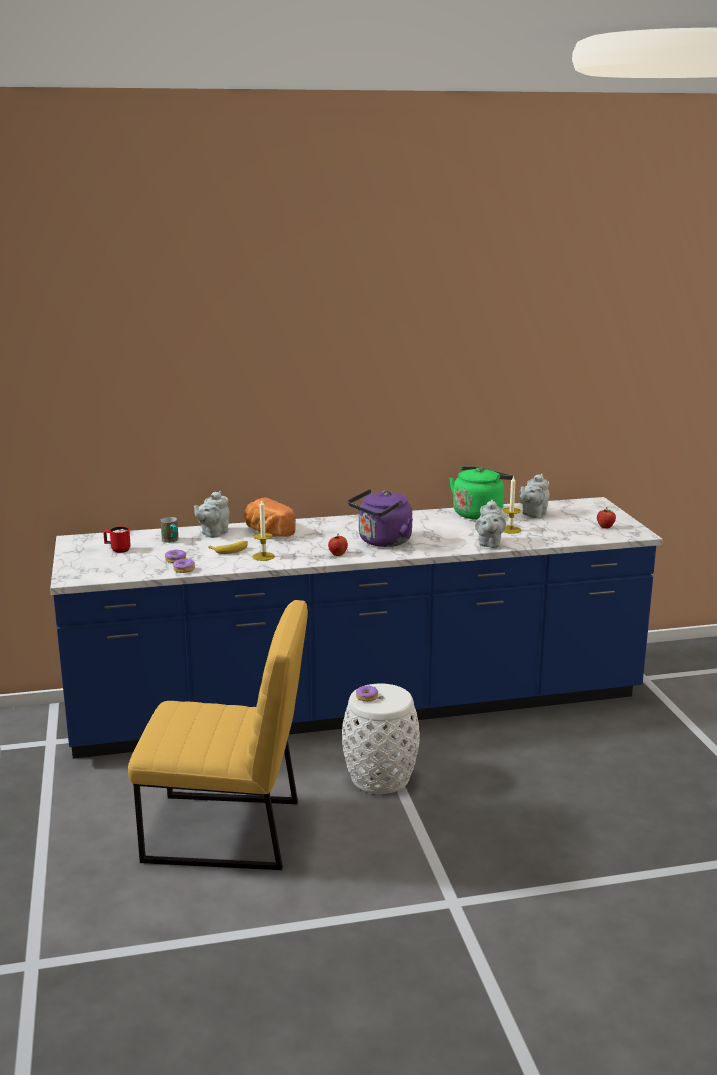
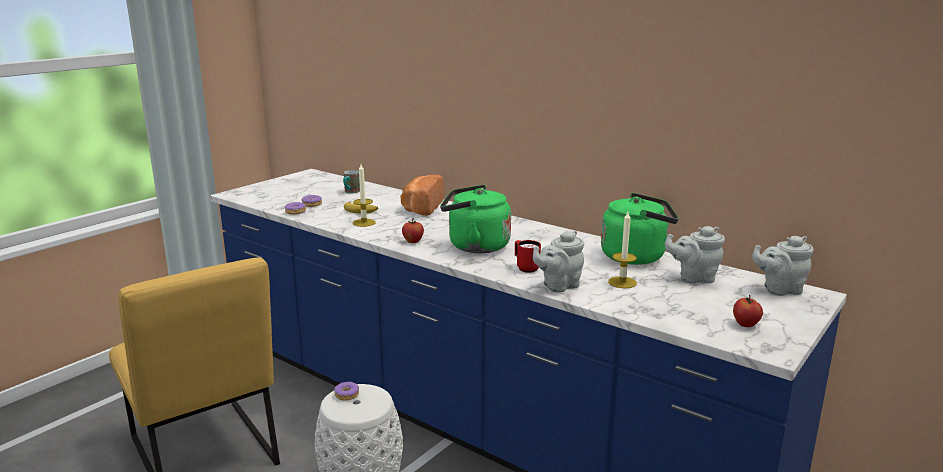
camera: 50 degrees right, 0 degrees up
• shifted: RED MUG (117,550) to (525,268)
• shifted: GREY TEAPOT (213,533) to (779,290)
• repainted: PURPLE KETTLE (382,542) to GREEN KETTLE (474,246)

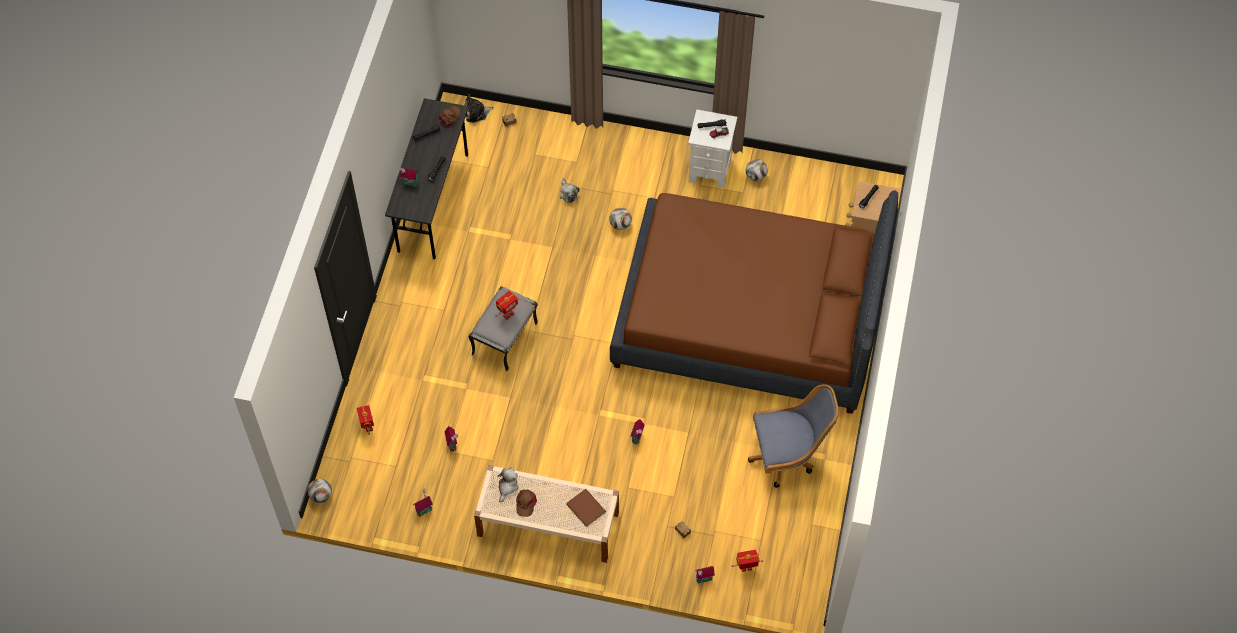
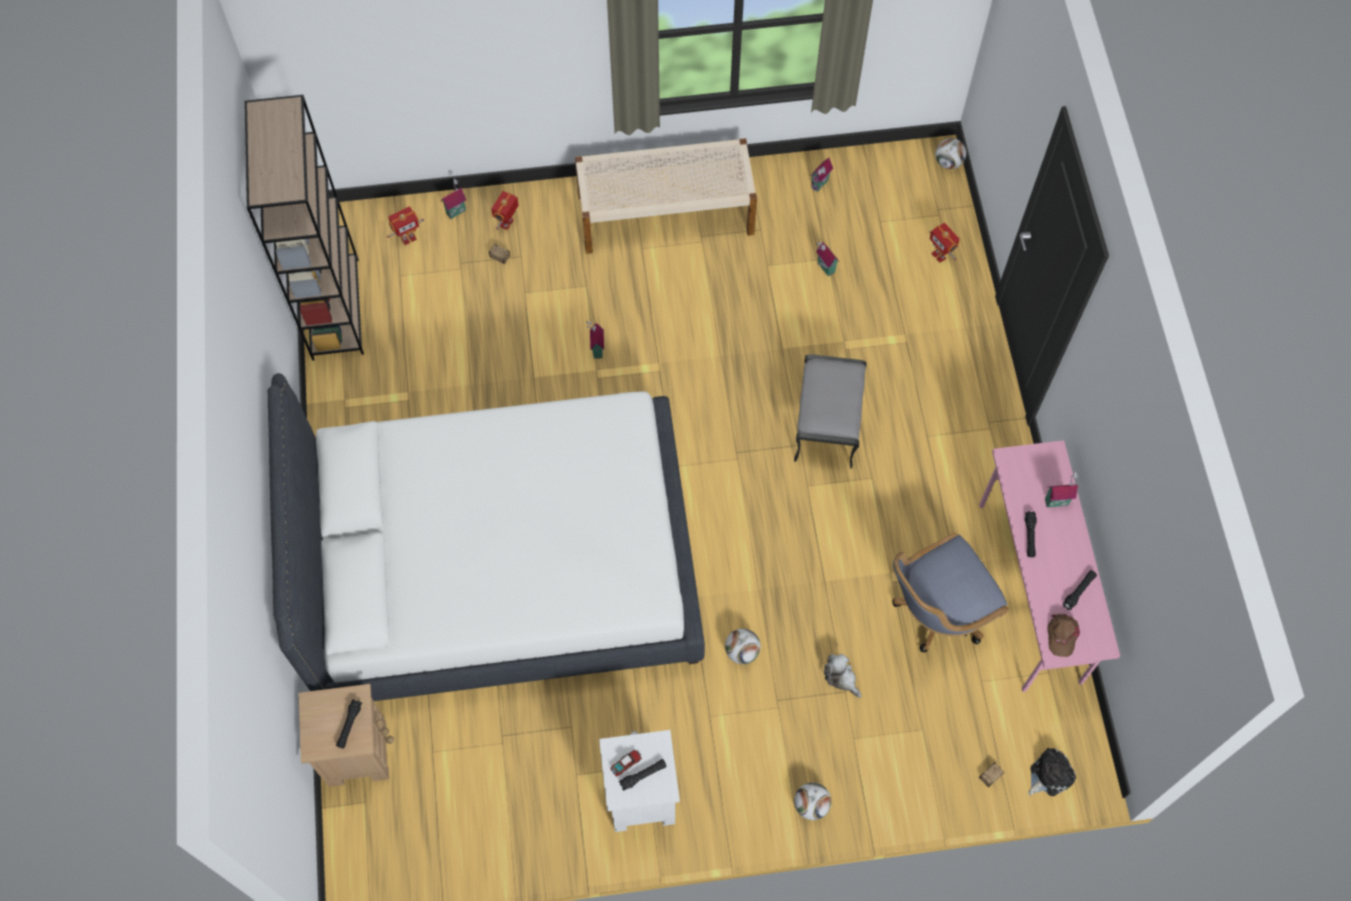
camera: 160 degrees right, 5 degrees up
• gone: PLUSH TOY (507,486)
• gone: BROWN CAP (525,503)
• gone: BROWN BOOK (586,507)
• new: BEIGE BOOKCASE (335,308)
• shifted: TOY ROBOT (508,314) to (507,223)
• shifted: FOOTBALL (756,176) to (811,805)
• shifted: BLUE OFFICE CHAIR (787,457) to (933,615)
• repainted: GREY DESK (433,202) to PINK DESK (1030,593)
• repainted: BROWN BED (749,318) to WHITE BED (502,565)

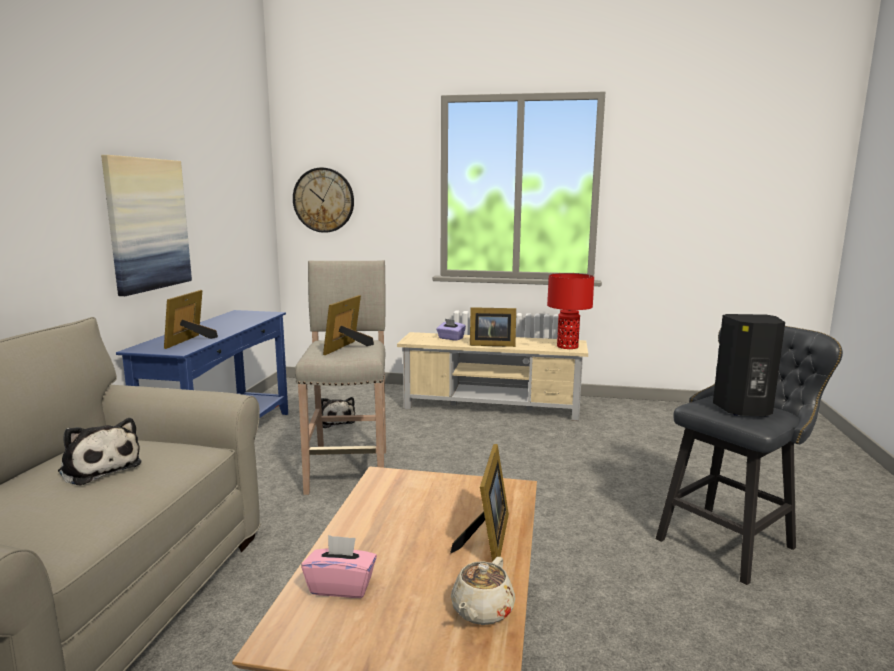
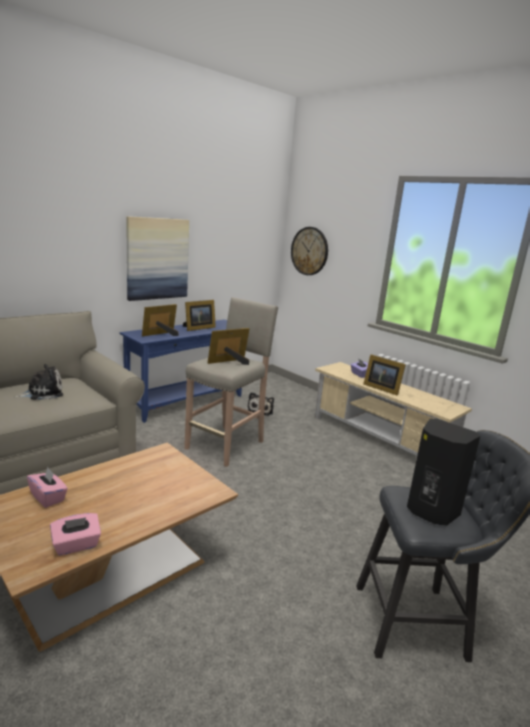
camera: 35 degrees right, 5 degrees up
• gone: RED TABLE LAMP (568,346)
• shifted: PICTURE FRAME (488,540) to (198,328)
• swapped: BEIGE TEAPOT (481,611) to PINK TISSUE BOX (76,545)
• rotated: PLUSH TOY (99,468) = (42,393) 105 degrees counterclockwise

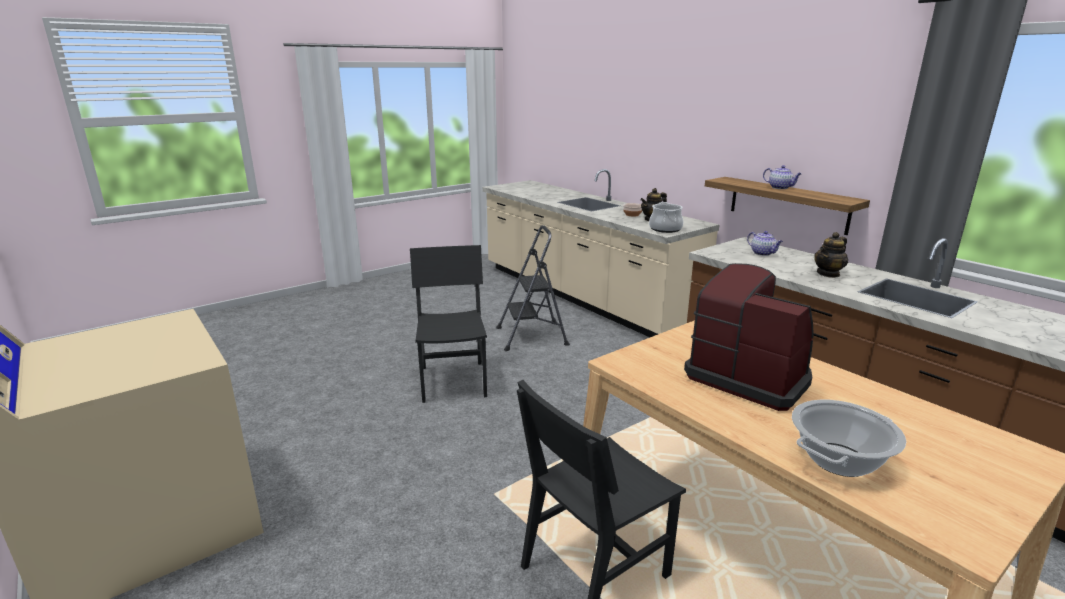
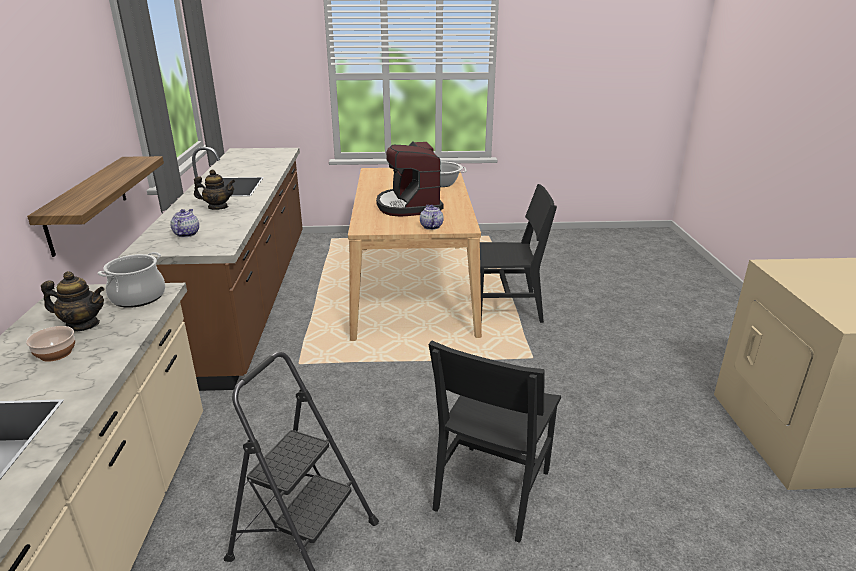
camera: 145 degrees left, 5 degrees up
• shifted: TEAPOT (780,188) to (431,226)

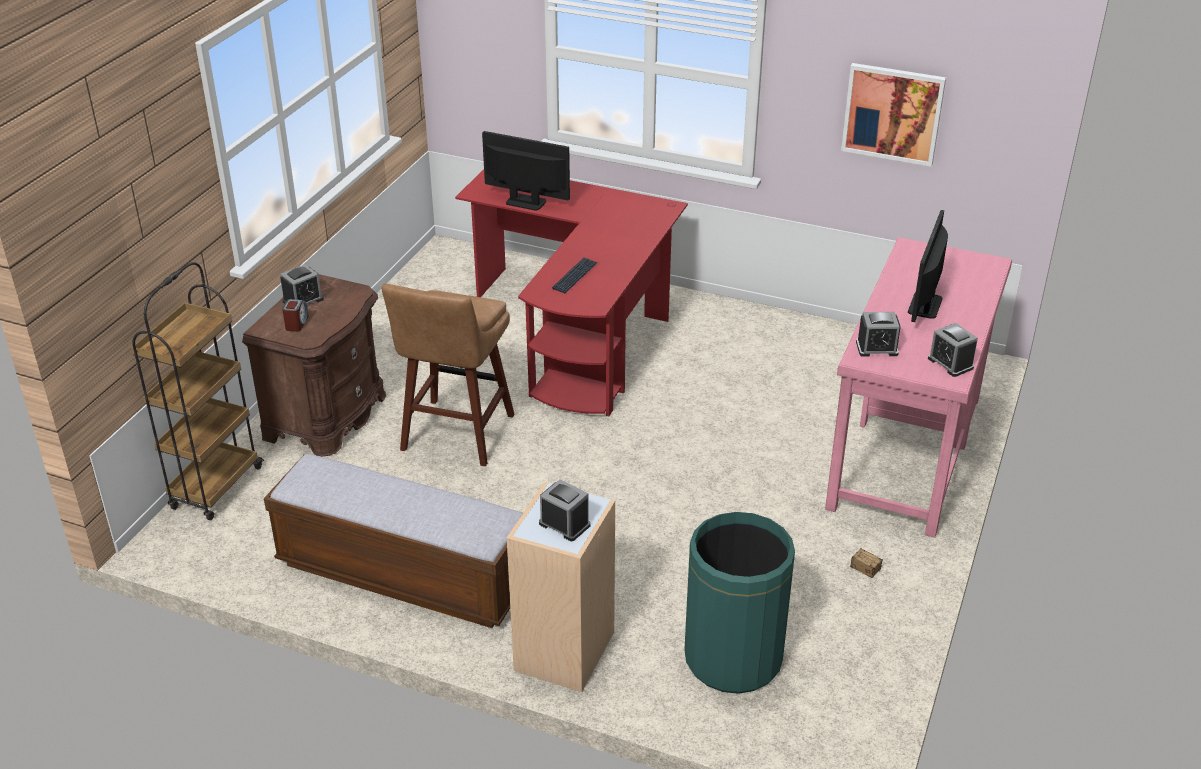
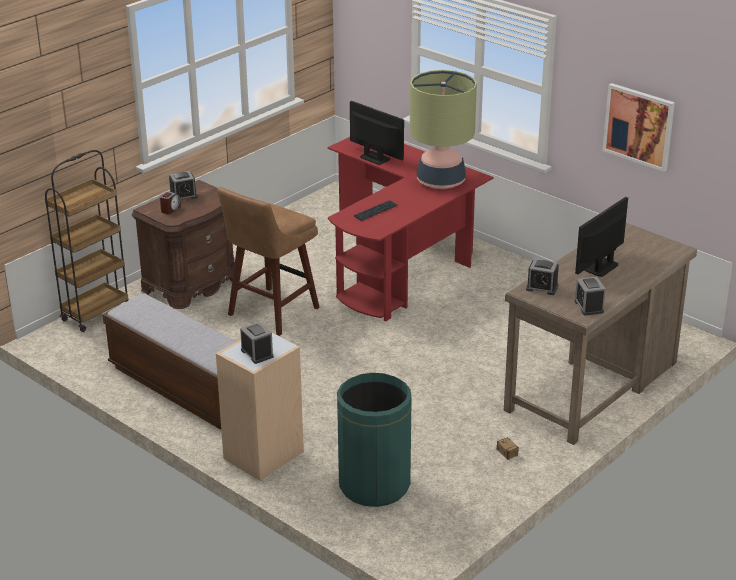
camera: 20 degrees right, 5 degrees down
• new: TABLE LAMP (441,181)
• repainted: PINK DESK (907,452) to BROWN DESK (592,387)

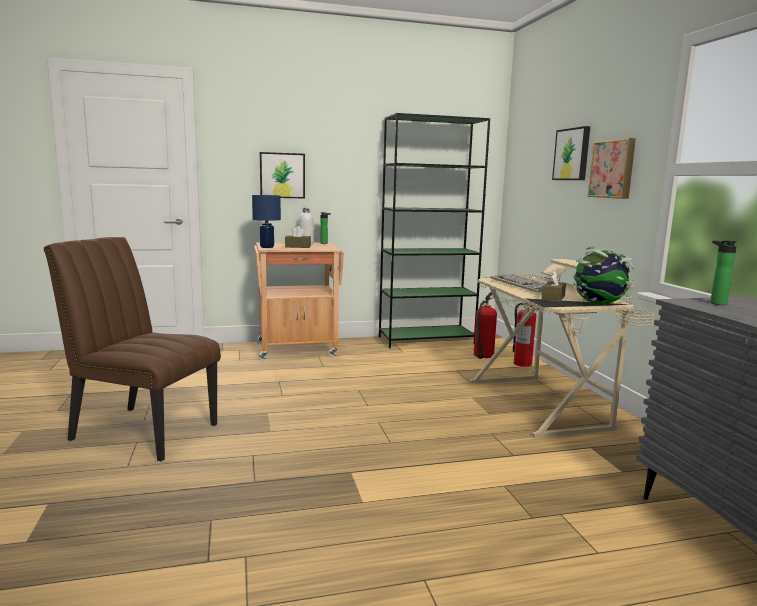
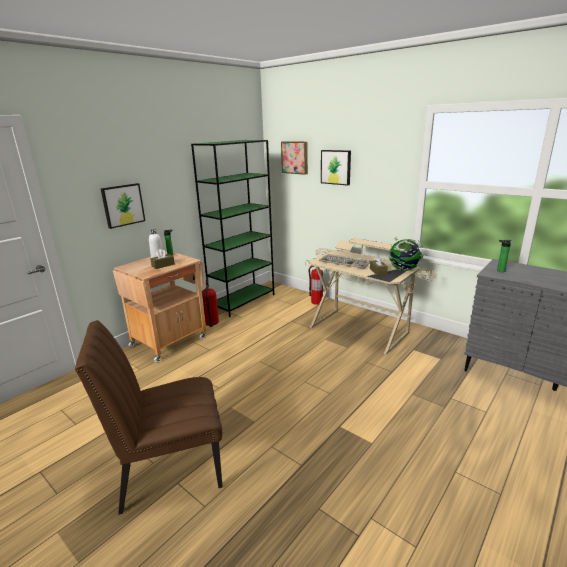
camera: 35 degrees left, 10 degrees up
• gone: BLUE TABLE LAMP (266,247)
• shifted: FIRE EXTINGUISHER (483,355) to (211,322)
• shifted: PICTURE (613,169) to (295,157)

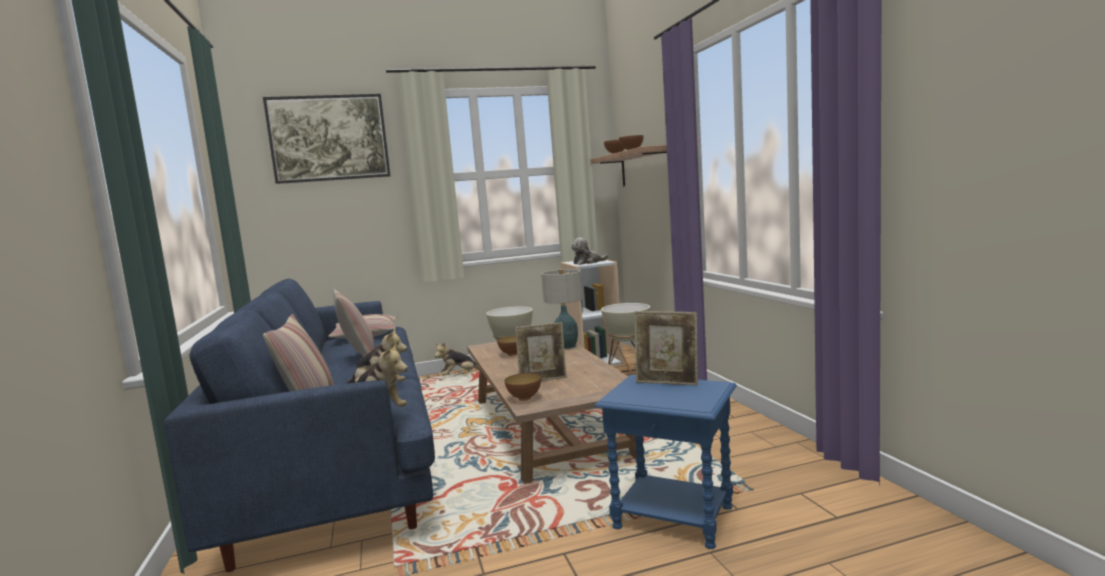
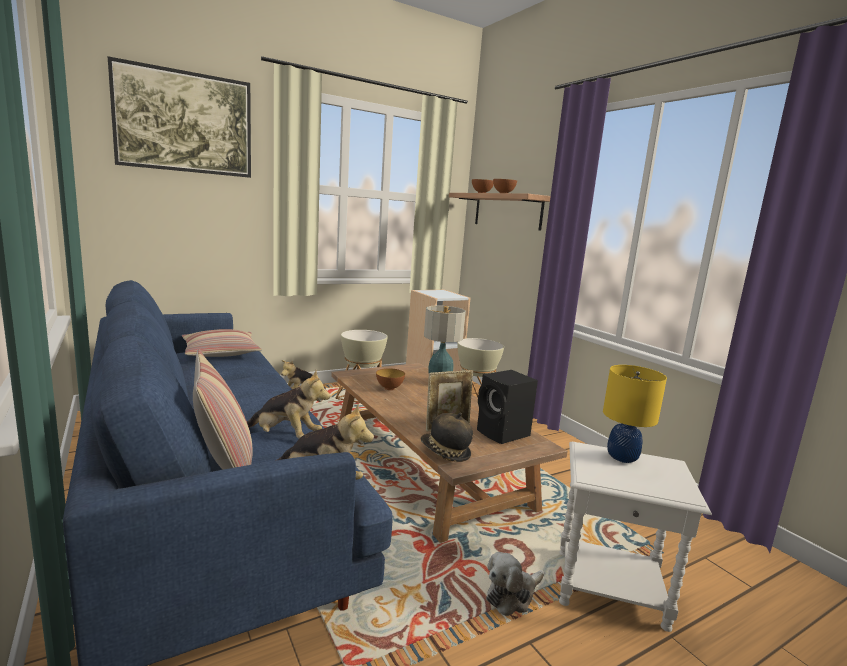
camera: 15 degrees left, 5 degrees up
• gone: PILLOW (359,359)
• new: BLACK SPEAKER (504,434)
• shifted: PLUSH TOY (588,262) to (512,595)
• swapped: BOWL (524,398) to HAT (445,453)
• swapped: PICTURE FRAME (667,383) to YELLOW TABLE LAMP (623,458)
• repainted: BLUE SIDE TABLE (673,515) to WHITE SIDE TABLE (610,586)

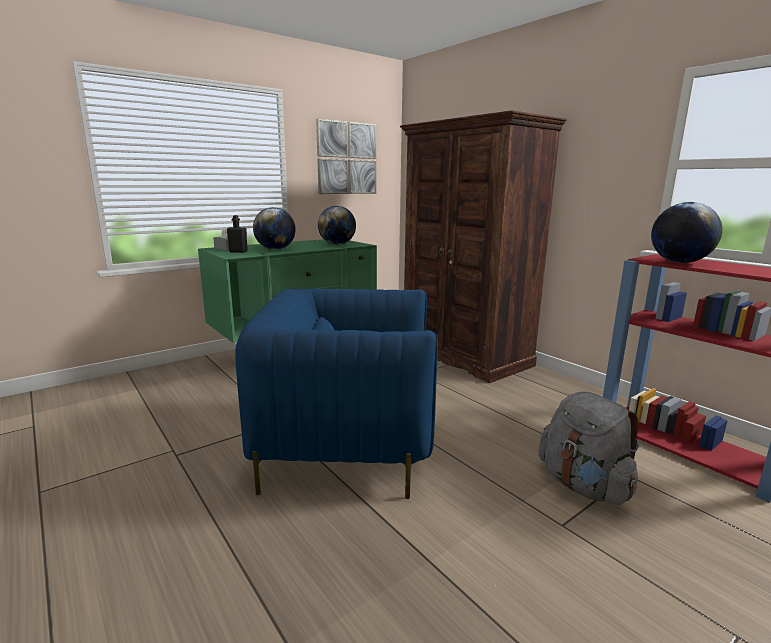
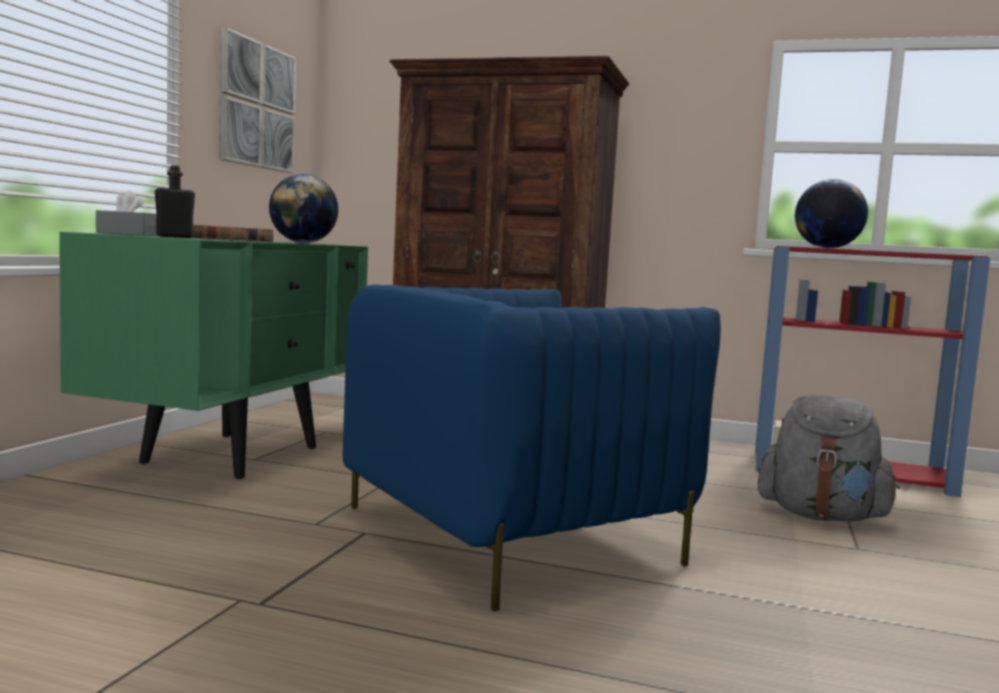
camera: 35 degrees left, 10 degrees down
• swapped: GLOBE (275,249) to BROWN BOOK (229,239)

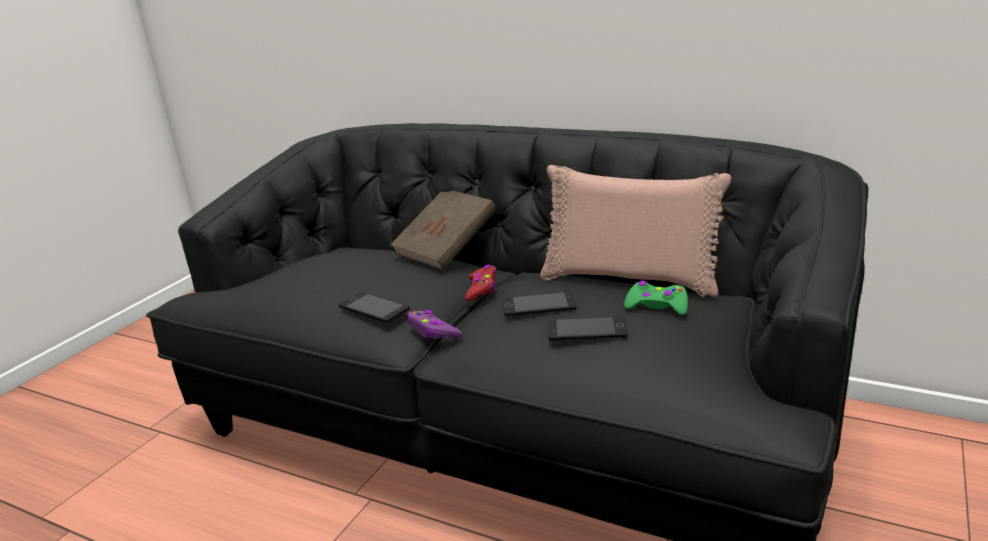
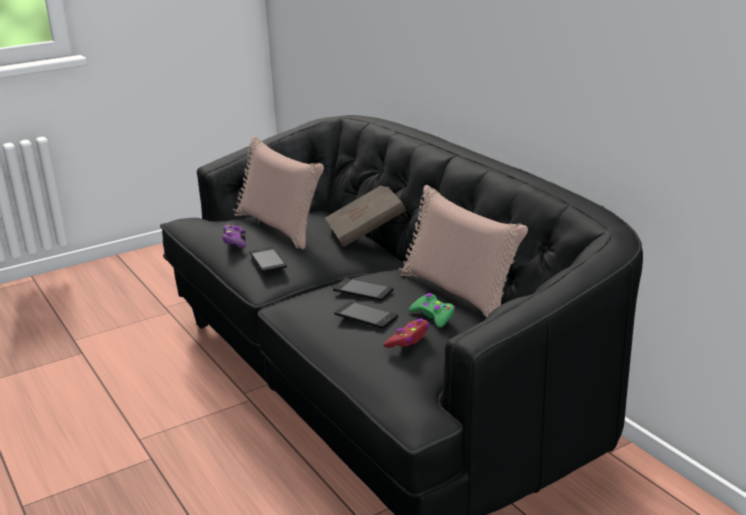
camera: 30 degrees right, 0 degrees up
• new: BEIGE PILLOW (280,228)
• shifted: PURPLE GAME CONTROLLER (433,332) to (235,241)
• shifted: RED GAME CONTROLLER (481,289) to (408,339)

